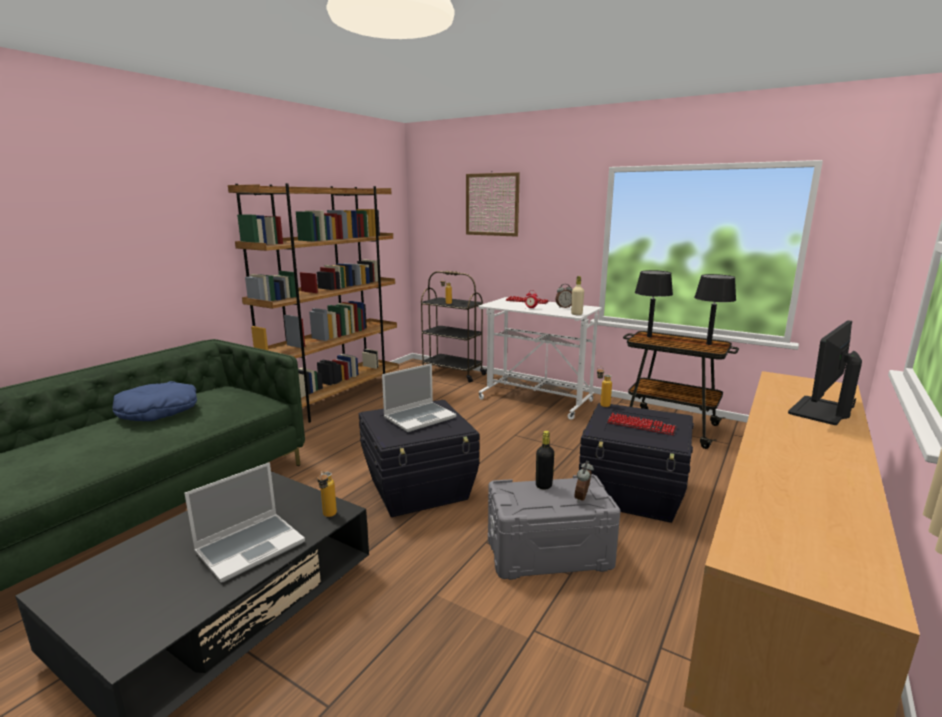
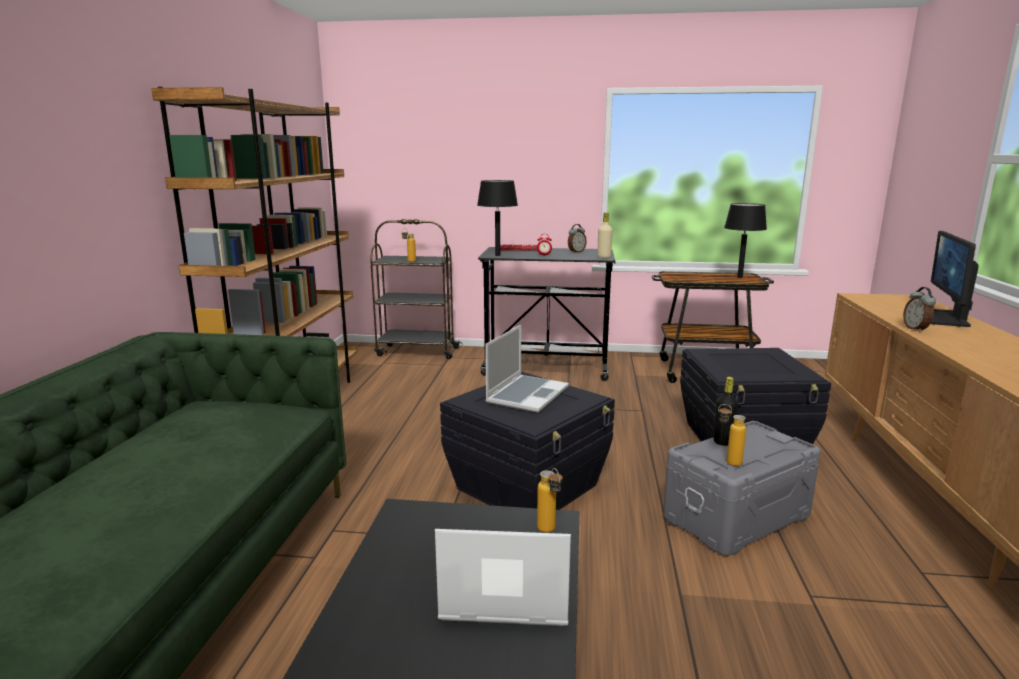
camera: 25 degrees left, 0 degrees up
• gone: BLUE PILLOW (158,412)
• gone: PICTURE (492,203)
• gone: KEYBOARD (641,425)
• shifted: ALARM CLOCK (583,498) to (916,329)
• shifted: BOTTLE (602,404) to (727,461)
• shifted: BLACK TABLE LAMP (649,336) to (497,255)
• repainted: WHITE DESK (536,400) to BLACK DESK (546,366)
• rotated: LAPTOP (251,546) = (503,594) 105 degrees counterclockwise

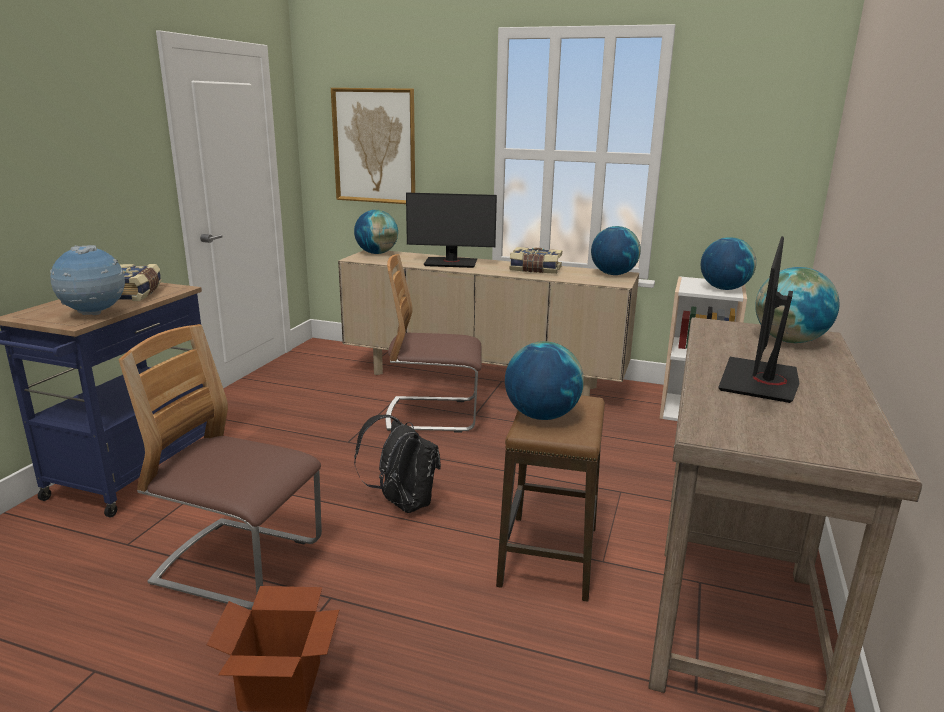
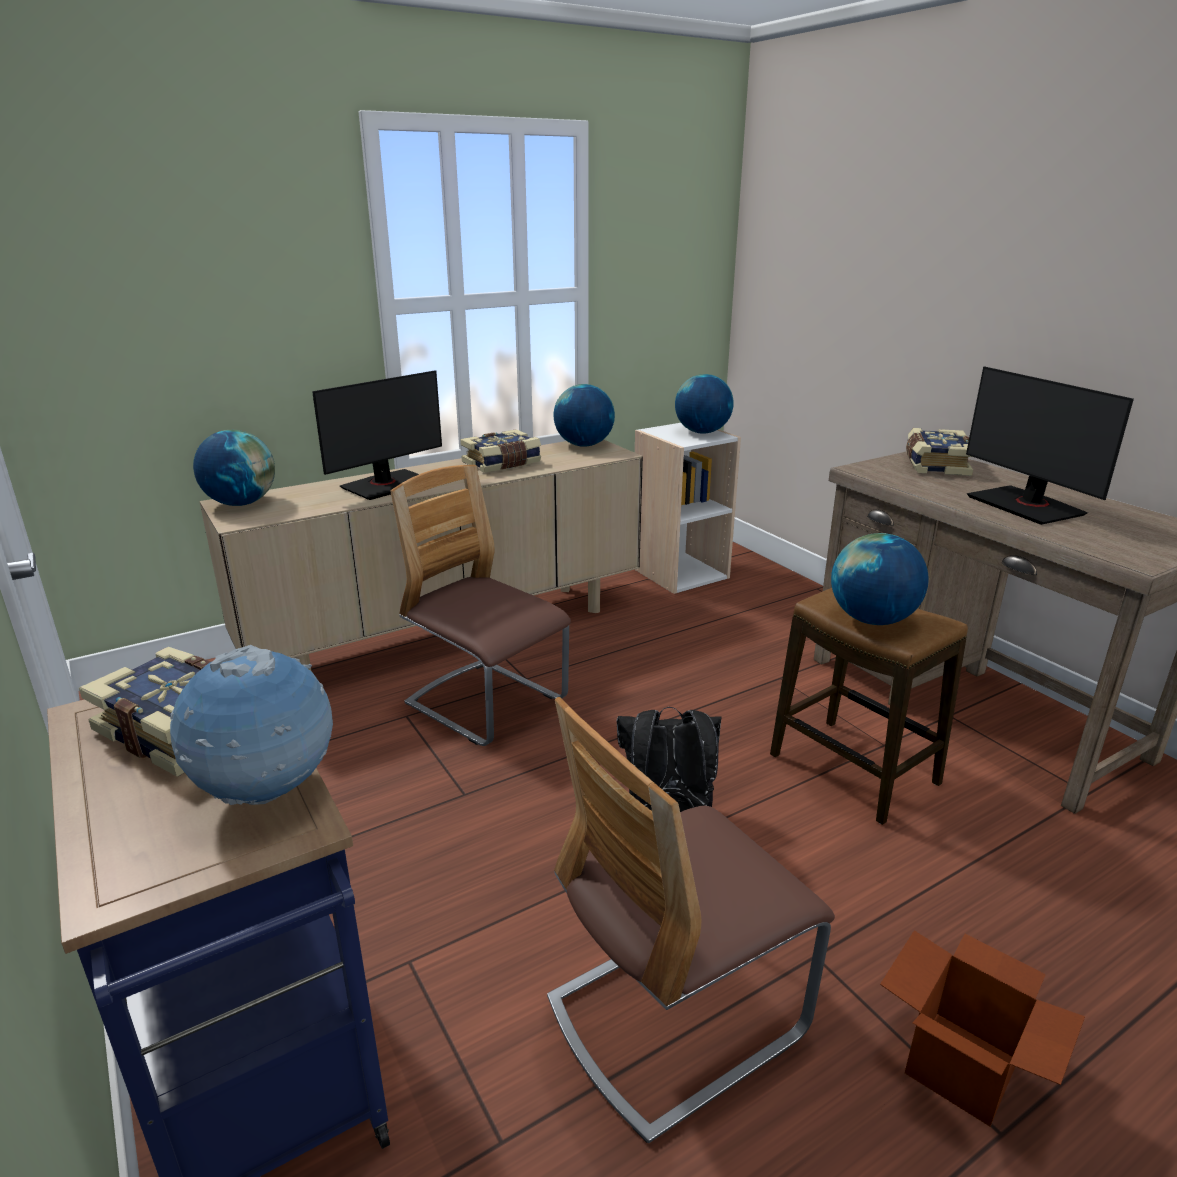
camera: 50 degrees left, 5 degrees up
• gone: PICTURE (374,146)
• swapped: GLOBE (789,341) to BOOK (935,465)
• rotated: CHAIR (433,415) = (486,704) 90 degrees clockwise

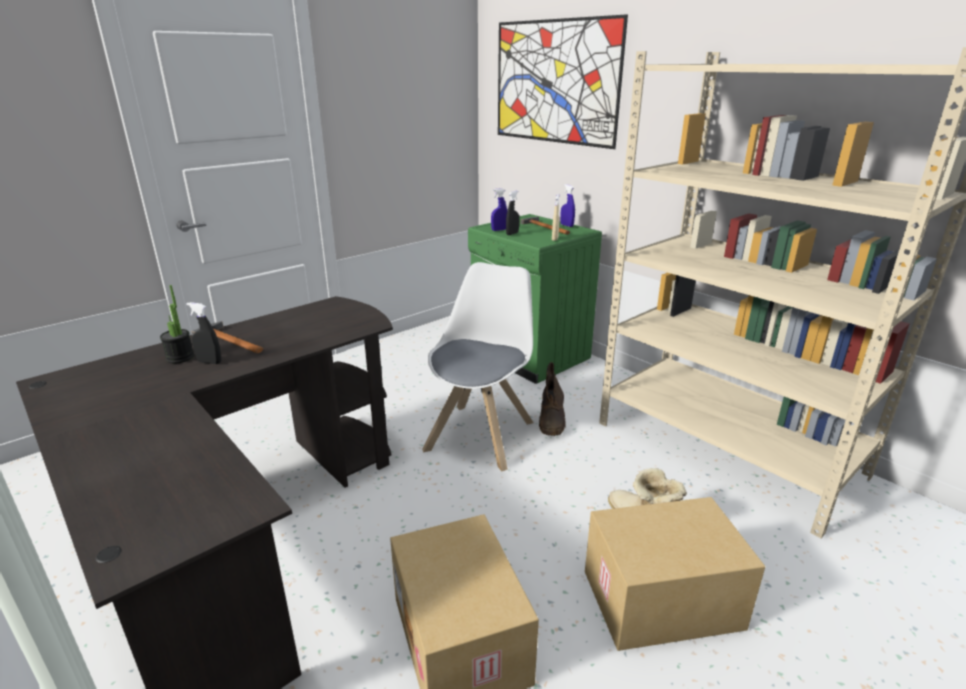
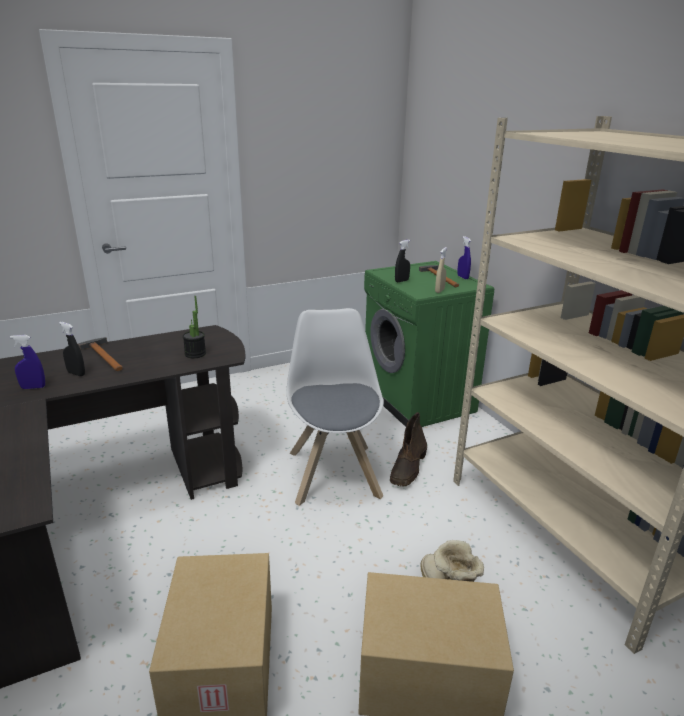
camera: 15 degrees right, 0 degrees up
• gone: PICTURE (555,82)
• shifted: POTTED PLANT (180,357) to (195,354)
• shifted: BLUE SPRAY BOTTLE (499,230) to (33,387)
• rotated: CHAIR (481,434) = (334,471) 45 degrees counterclockwise

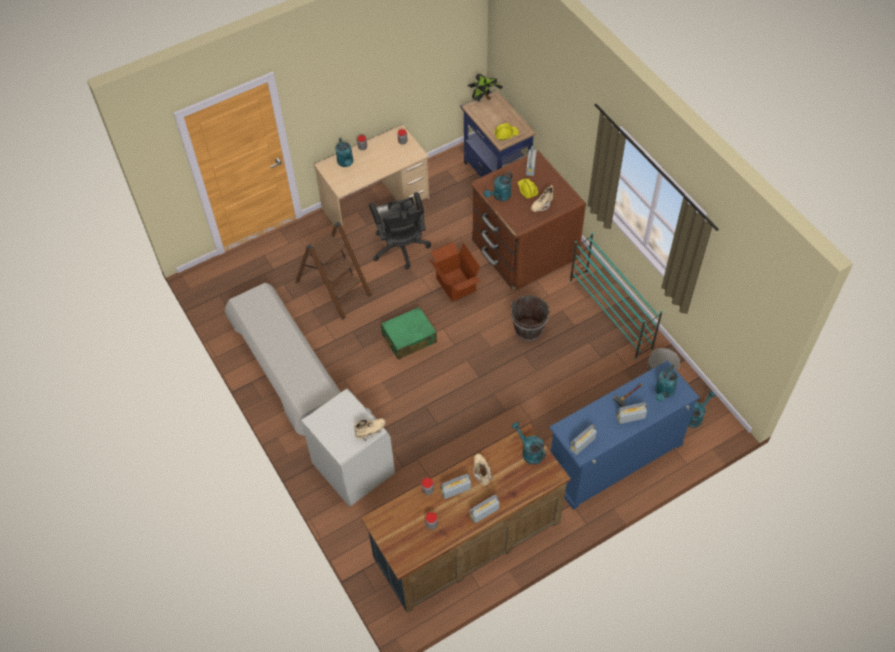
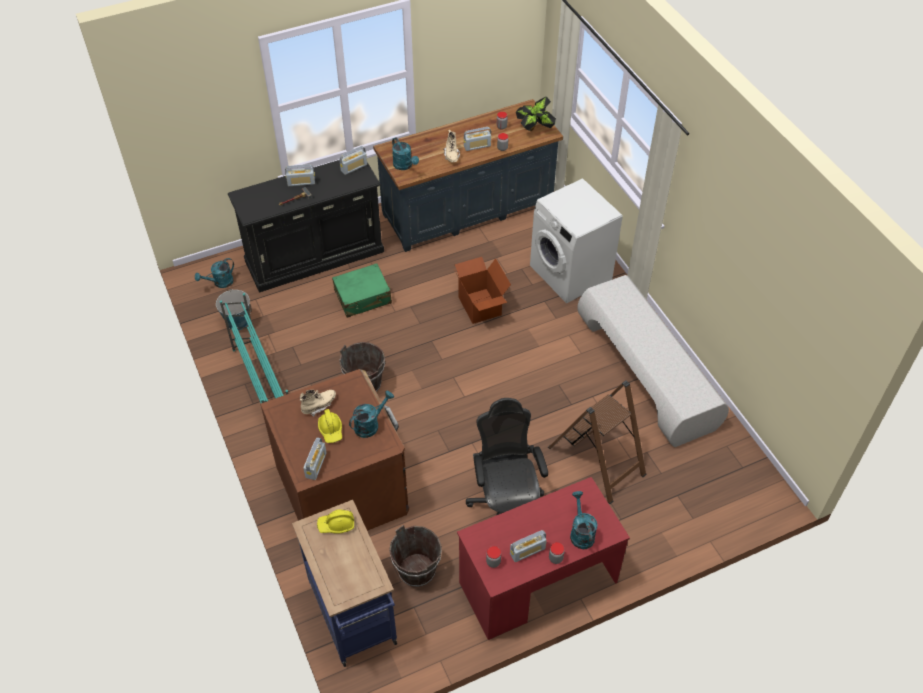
camera: 175 degrees left, 5 degrees down
• gone: BEIGE BOOT (370,431)
• gone: TURQUOISE WATERING CAN (664,392)
• new: BROWN BUCKET (416,571)
• shifted: GREEN SUITCASE (409,338) to (363,297)
• shifted: CARDBOARD BOX (455,285) to (480,306)
• shifted: POTTED PLANT (484,98) to (535,130)
• shifted: RADIO (484,512) to (527,551)
• repainted: BEIGE DESK (376,204) to RED DESK (537,582)
• repainted: BLUE CABINET (614,459) to BLACK CABINET (315,256)

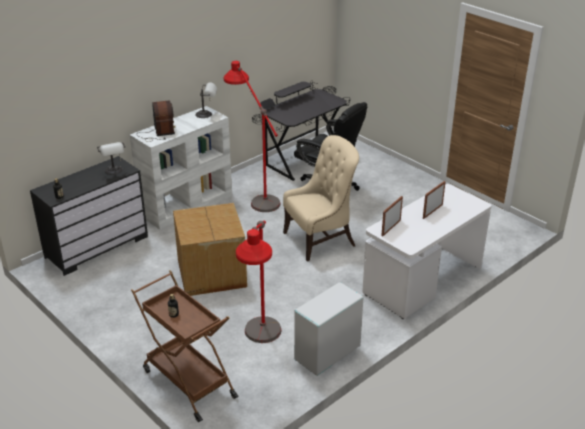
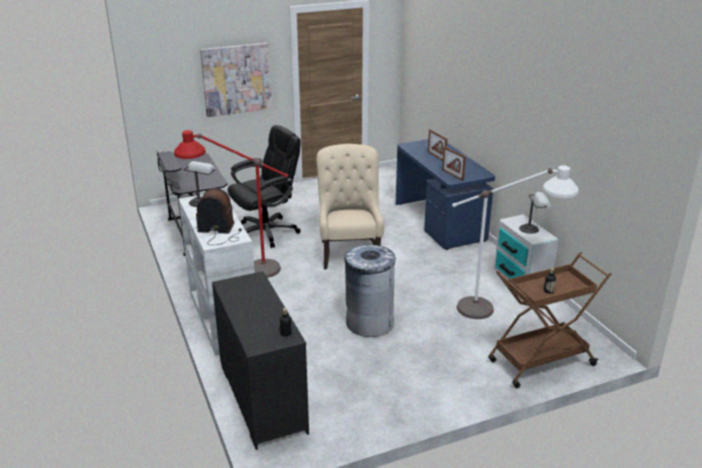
camera: 70 degrees left, 5 degrees down
• new: PICTURE (236,79)
• shifted: TABLE LAMP (115,172) to (533,228)
• swapped: CARDBOARD BOX (210,274) to GREY TRASH CAN (369,323)
• repainted: RED FLOOR LAMP (261,348) to WHITE FLOOR LAMP (501,314)
• repainted: WHITE DESK (423,282) to BLUE DESK (440,222)

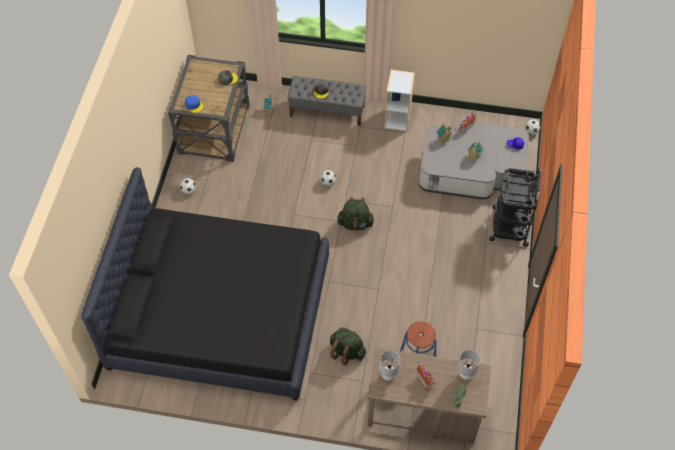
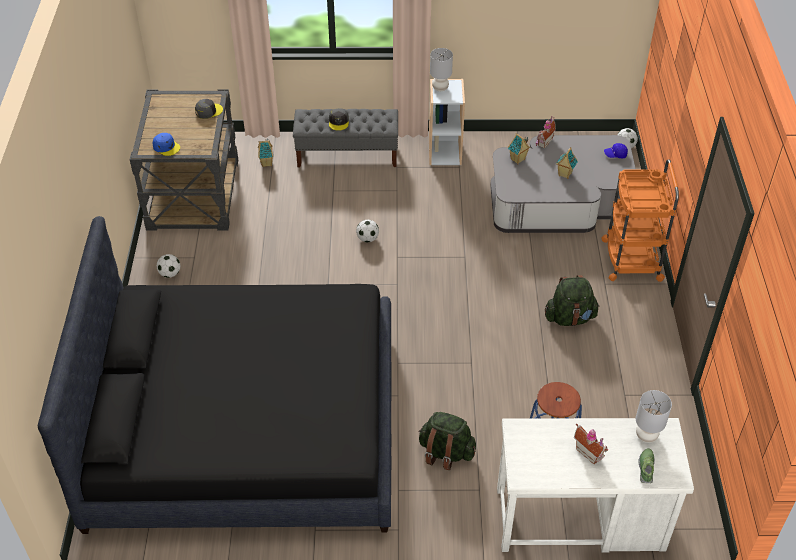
camera: 10 degrees left, 10 degrees down
• shifted: GREEN BACKPACK (355,223) to (569,317)
• shifted: GREY TABLE LAMP (388,375) to (440,88)
• repainted: BROWN DESK (423,412) to WHITE DESK (579,520)
• repainted: BLACK CART (509,226) to ORANGE CART (631,259)

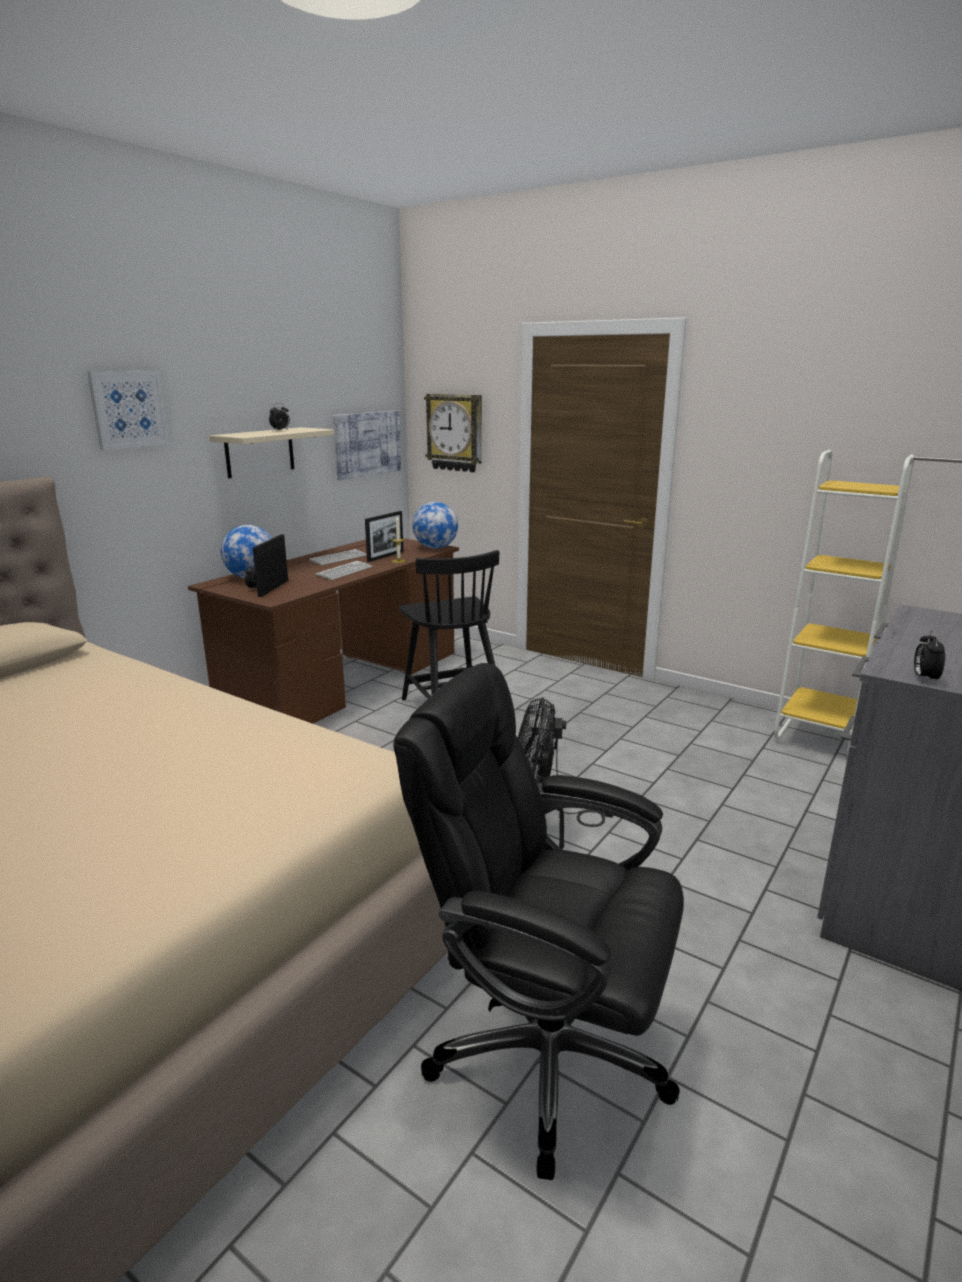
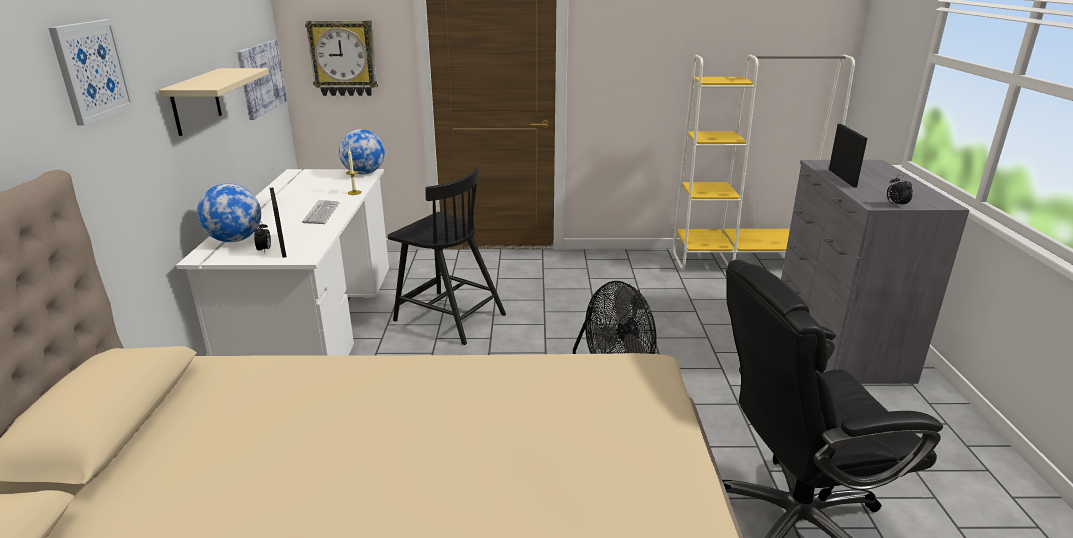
camera: 35 degrees left, 5 degrees up
• gone: ALARM CLOCK (280,430)
• gone: KEYBOARD (338,558)
• shifted: PICTURE FRAME (385,556) to (842,178)
• repainted: BROWN DESK (343,681) to WHITE DESK (316,321)

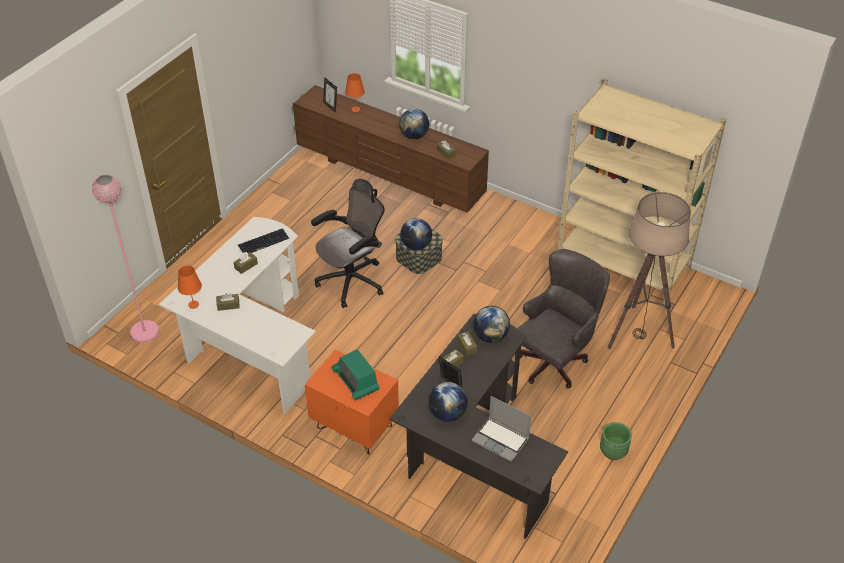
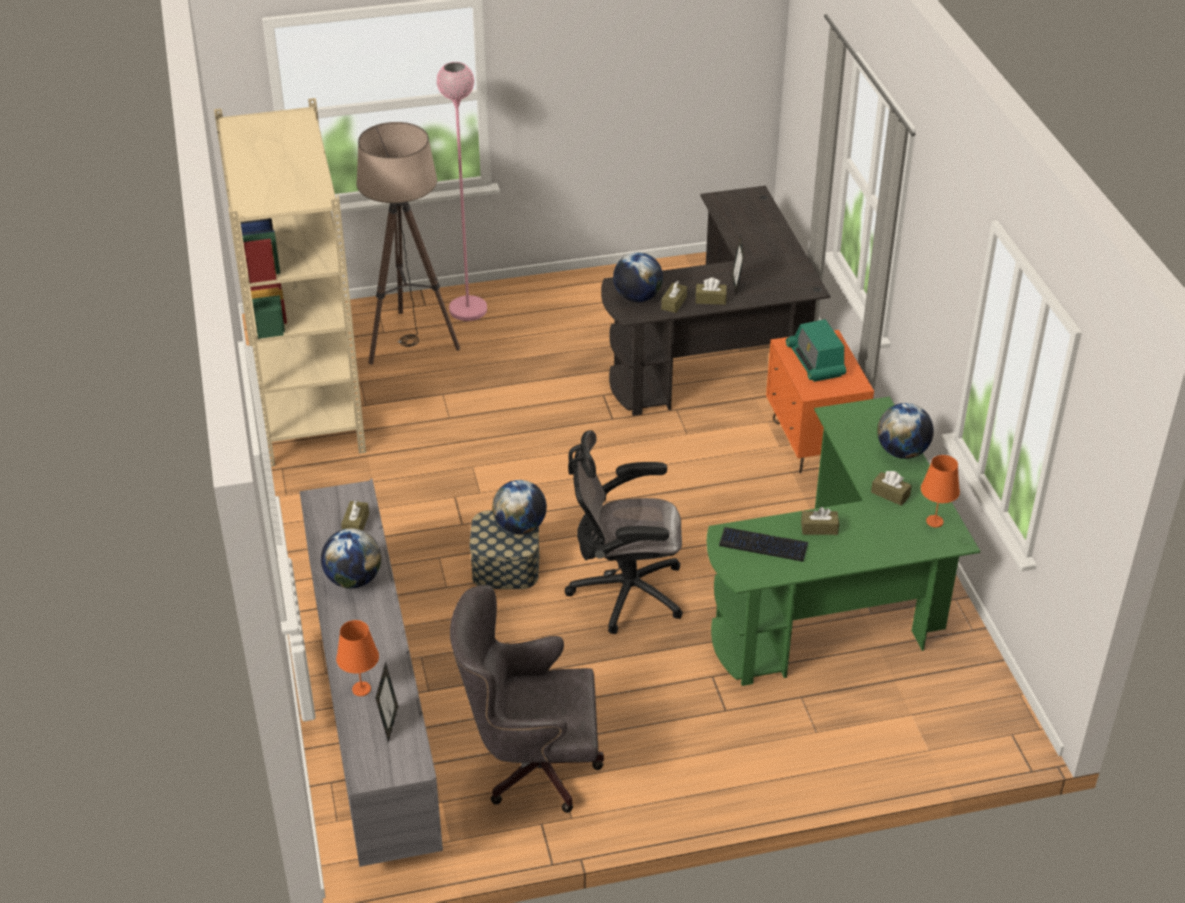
camera: 135 degrees left, 5 degrees down
• gone: LAPTOP (501,440)
• gone: GREEN PLANTER (613,452)
• shifted: PINK FLOOR LAMP (145,332) to (467,309)
• shifted: GLOBE (447,414) to (902,452)
• shifted: GREY OFFICE CHAIR (554,361) to (532,769)
• repainted: WHITE DESK (250,343) to GREEN DESK (841,601)
• repainted: BROWN CABINET (389,176) to GREY CABINET (372,711)
• rotated: RADIO (356,381) = (815,362) 150 degrees clockwise

